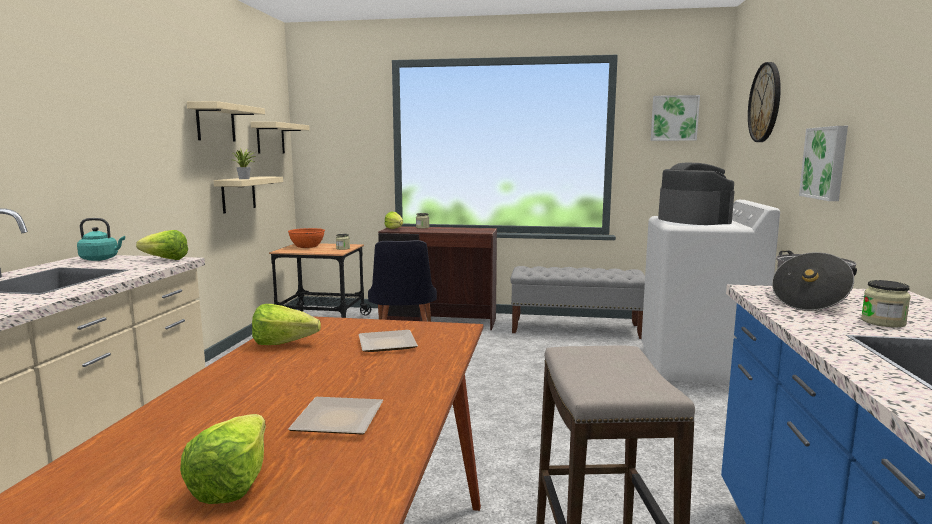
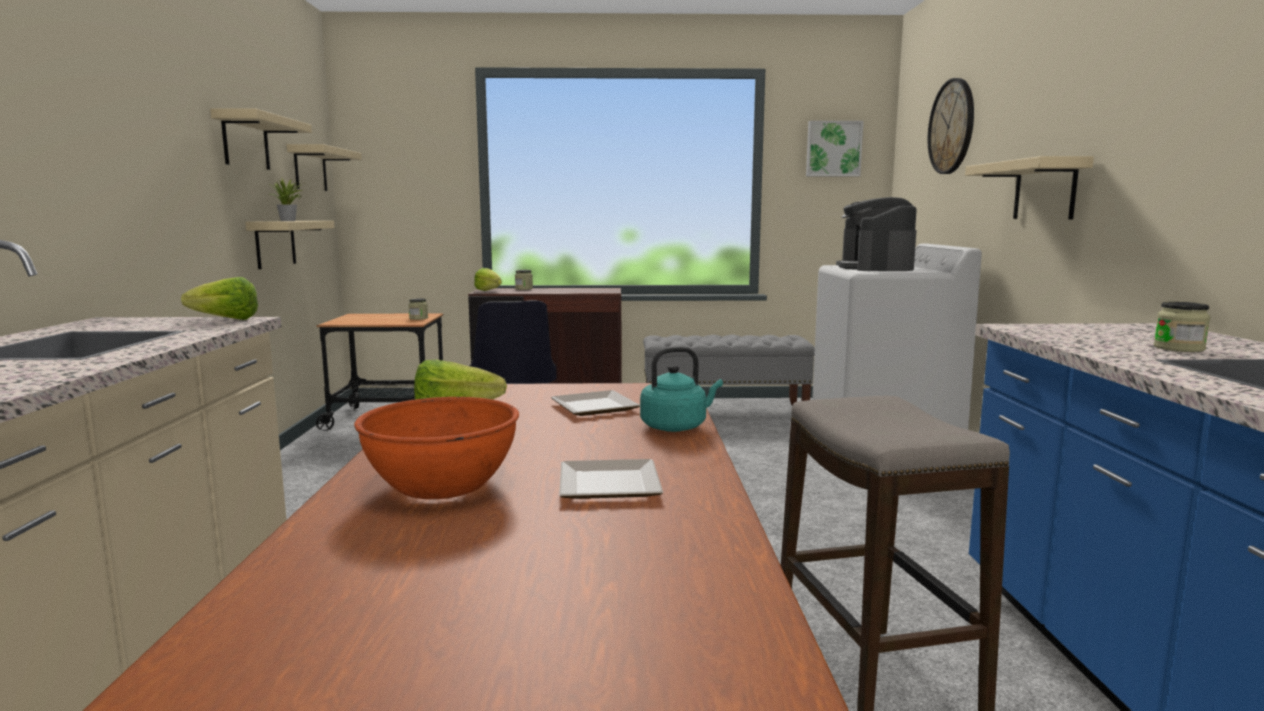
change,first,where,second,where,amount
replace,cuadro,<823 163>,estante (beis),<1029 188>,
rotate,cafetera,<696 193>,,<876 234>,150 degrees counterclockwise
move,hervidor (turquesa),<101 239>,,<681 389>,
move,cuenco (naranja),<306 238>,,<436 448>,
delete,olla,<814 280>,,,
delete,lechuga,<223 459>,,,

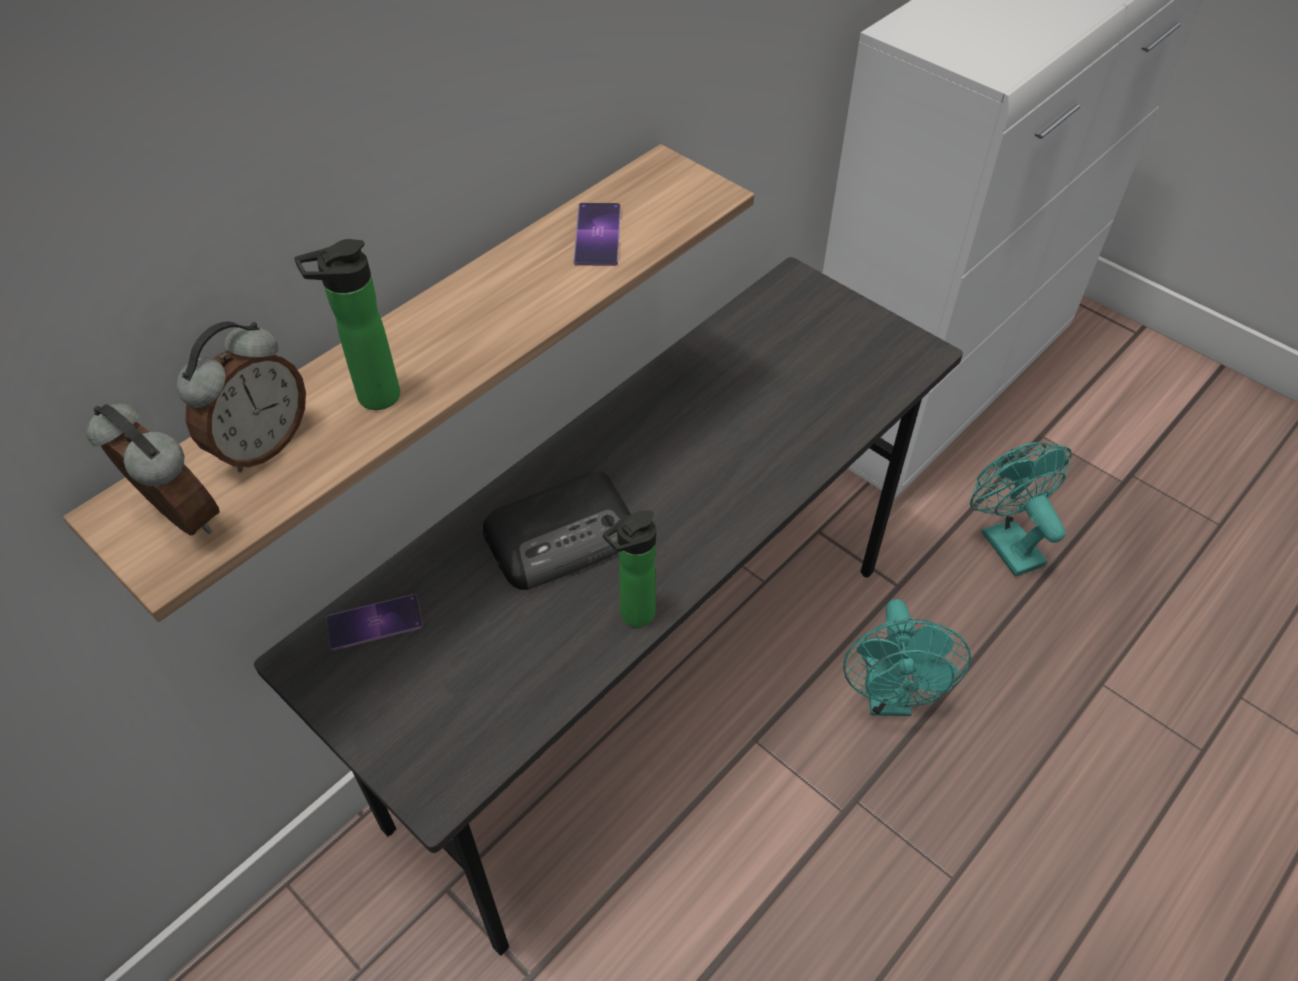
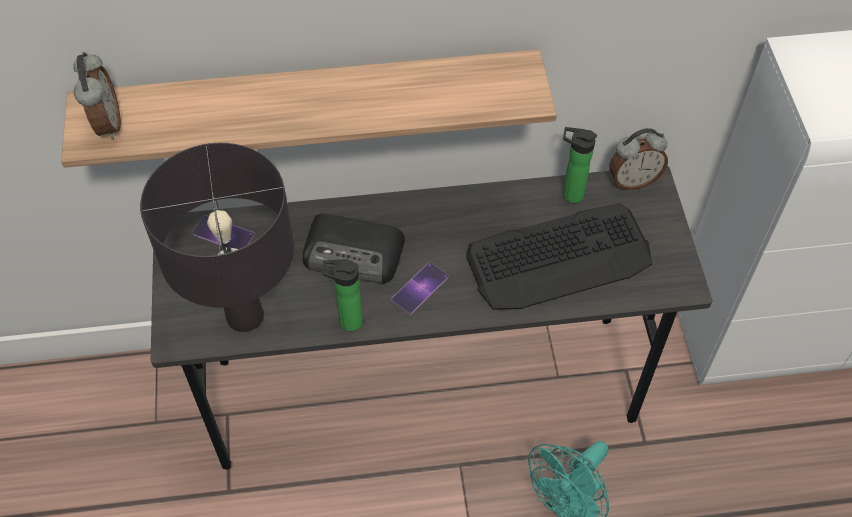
change,first,where,second,where,amount
move,móvil,<597 234>,,<419 288>,
move,botella,<347 324>,,<580 165>,
move,despertador,<241 396>,,<638 159>,
delete,ventilador (turquesa),<1020 509>,,,
insert,,,lámpara de mesa (negro),<217 237>,
insert,,,teclado,<559 256>,

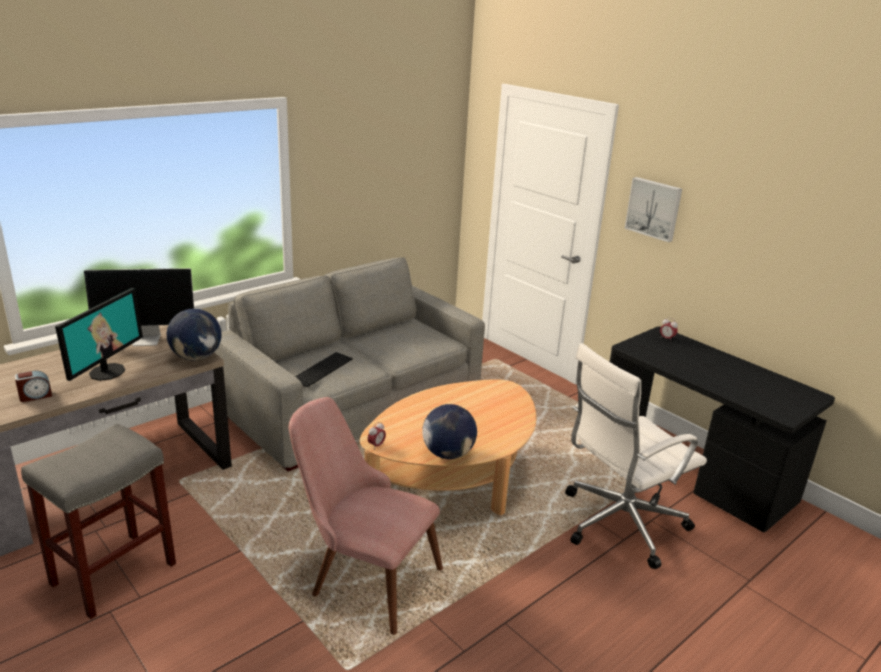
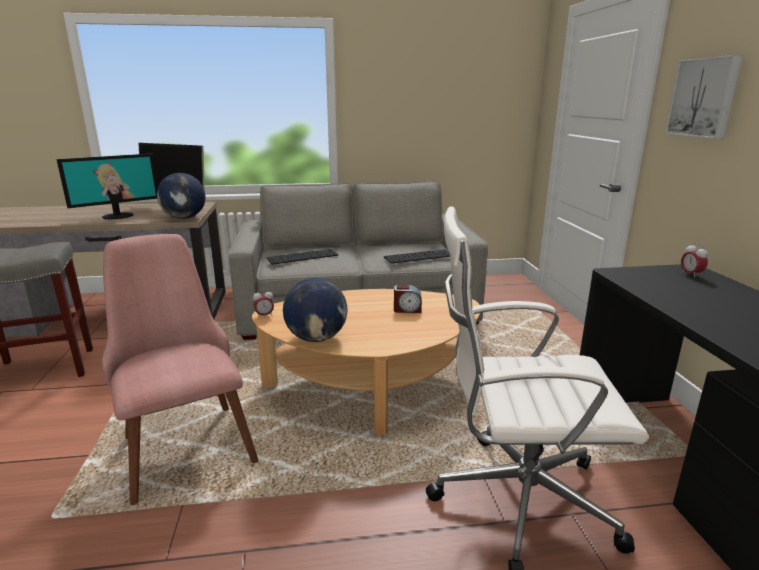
change,first,where,second,where,amount
move,despertador,<33 386>,,<408 299>,
insert,,,teclado,<417 256>,

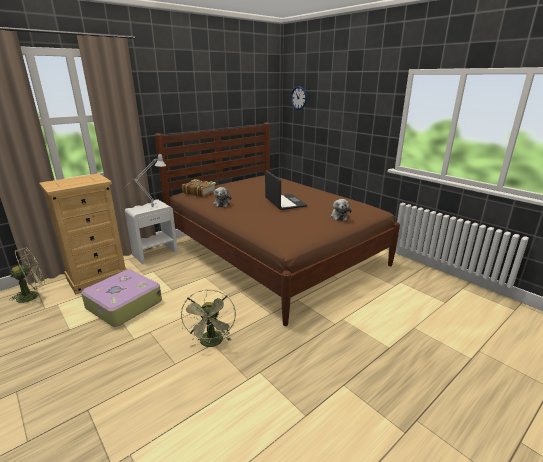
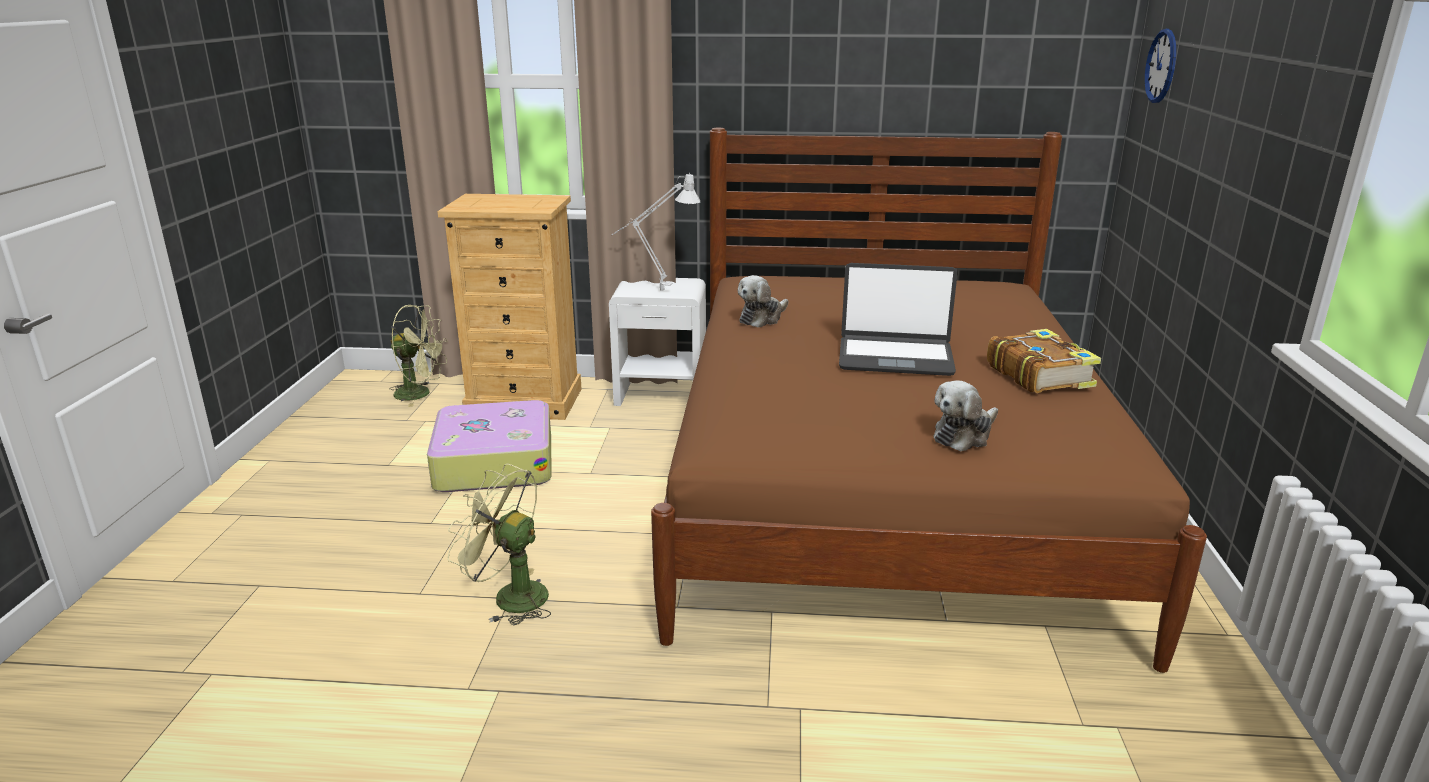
change,first,where,second,where,amount
rotate,portátil,<286 190>,,<898 319>,75 degrees clockwise
move,libro,<199 188>,,<1044 361>,
rotate,ventilador (verde),<208 318>,,<499 544>,75 degrees clockwise

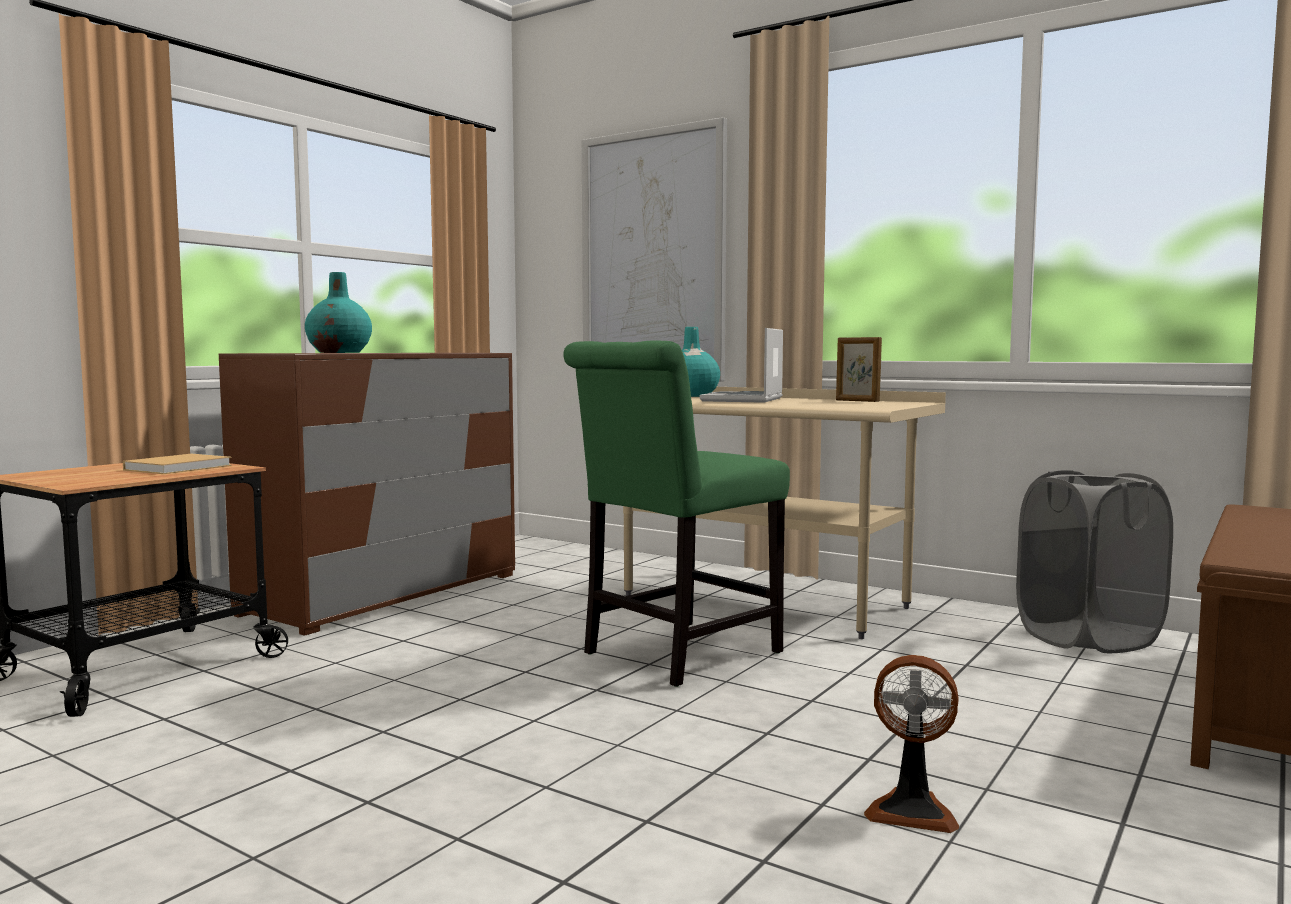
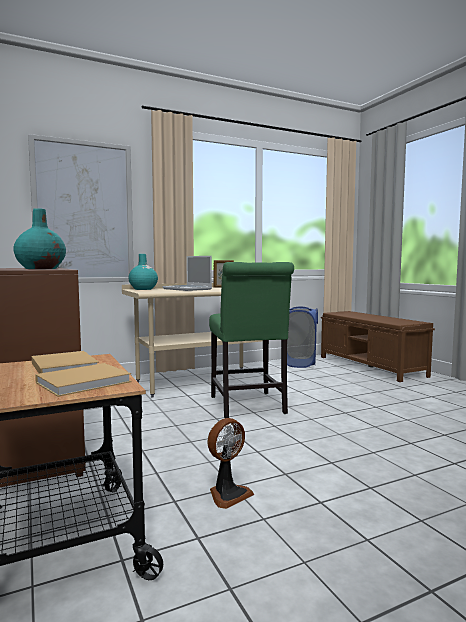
change,first,where,second,where,amount
recolor,cesto de la ropa (gris),<1094 561>,cesto de la ropa (azul),<302 337>,
move,ventilador,<911 744>,,<230 463>,
insert,,,libro (beis),<83 380>,

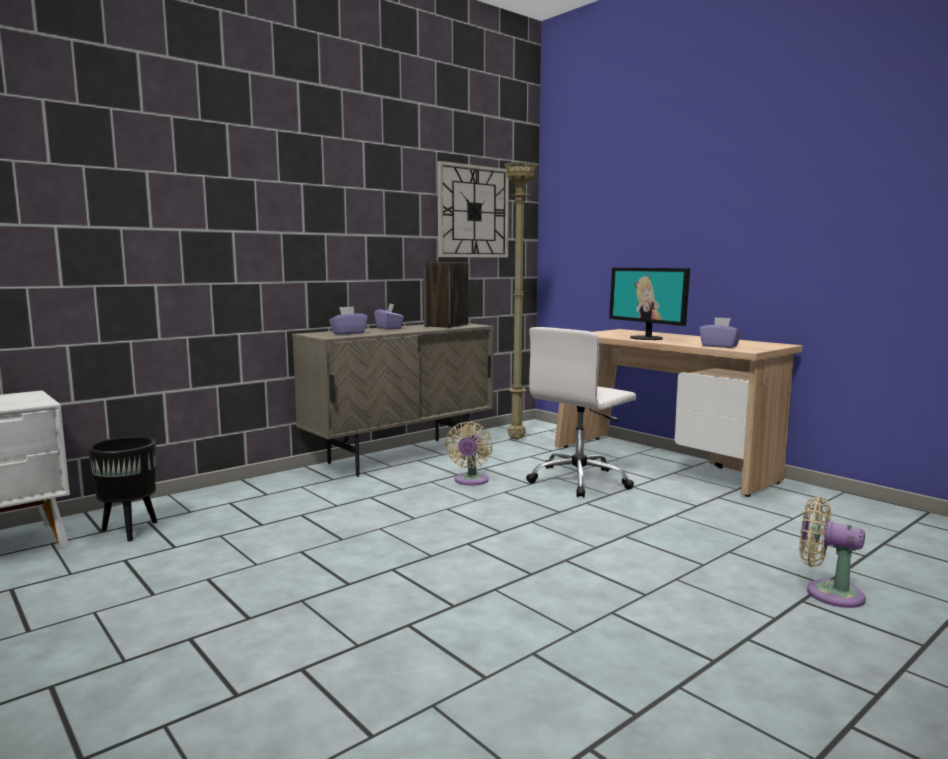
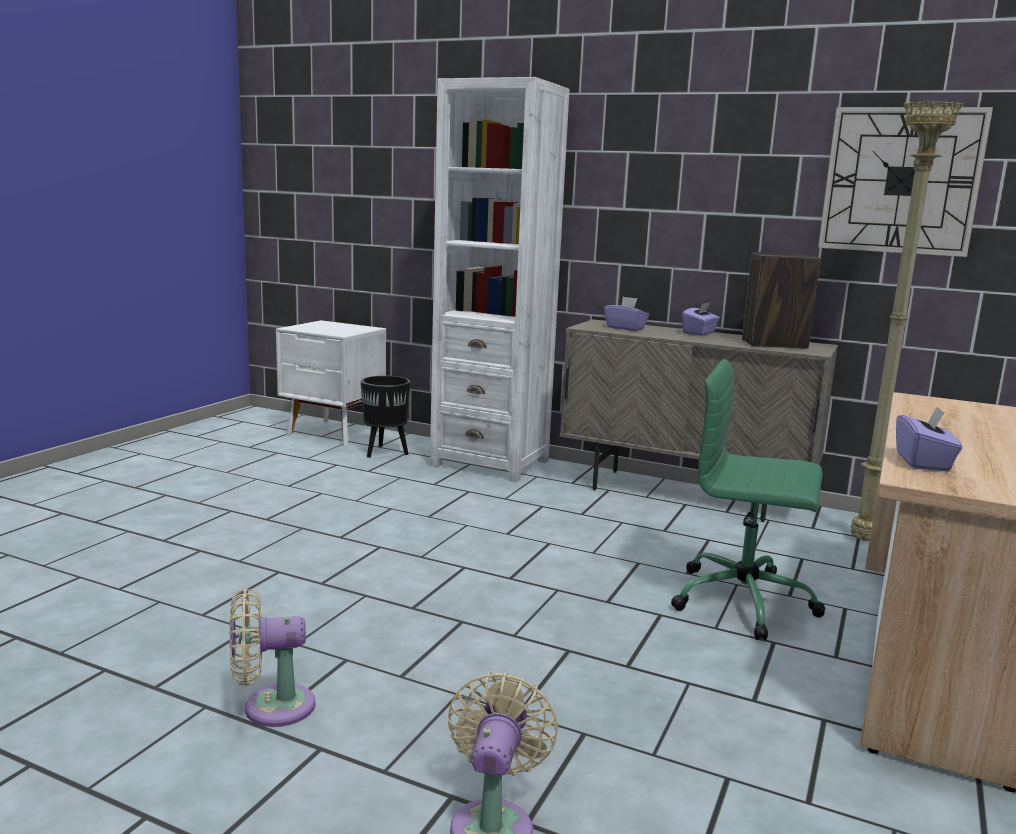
change,first,where,second,where,amount
delete,monitor,<649 304>,,,
recolor,silla de oficina (blanco),<581 412>,silla de oficina (verde),<748 499>,
move,ventilador (beis),<469 453>,,<272 657>,
insert,,,estantería (blanco),<500 280>,

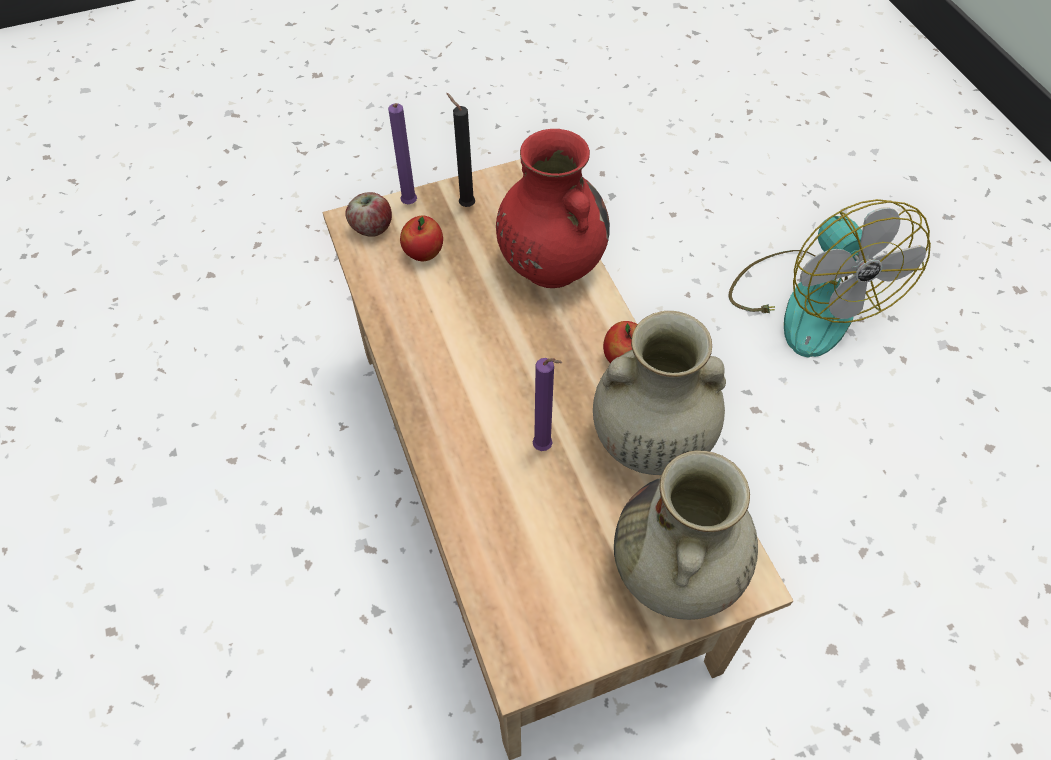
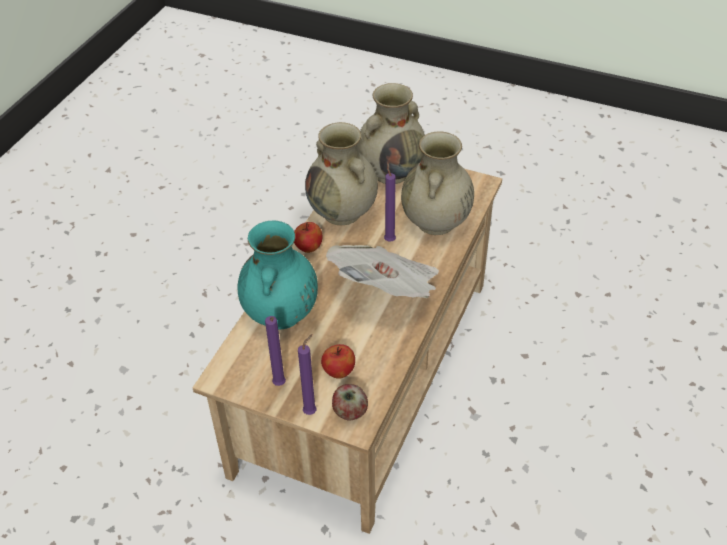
change,first,where,second,where,amount
recolor,vela (negro),<460 150>,vela (morado),<275 351>,
recolor,florero (rojo),<553 208>,florero (turquesa),<277 275>,
delete,ventilador,<830 278>,,,
insert,,,florero (beis),<437 183>,
insert,,,periódico,<382 271>,

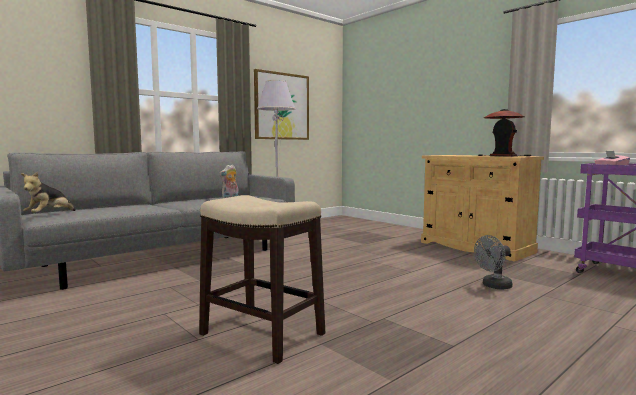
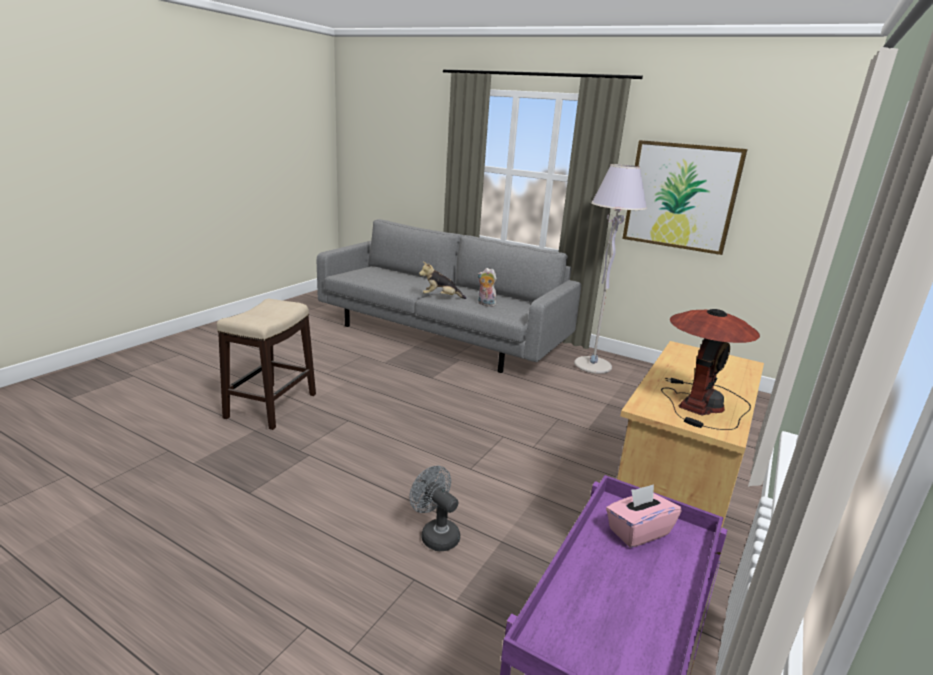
change,first,where,second,where,amount
move,peluche,<48 192>,,<443 280>,

